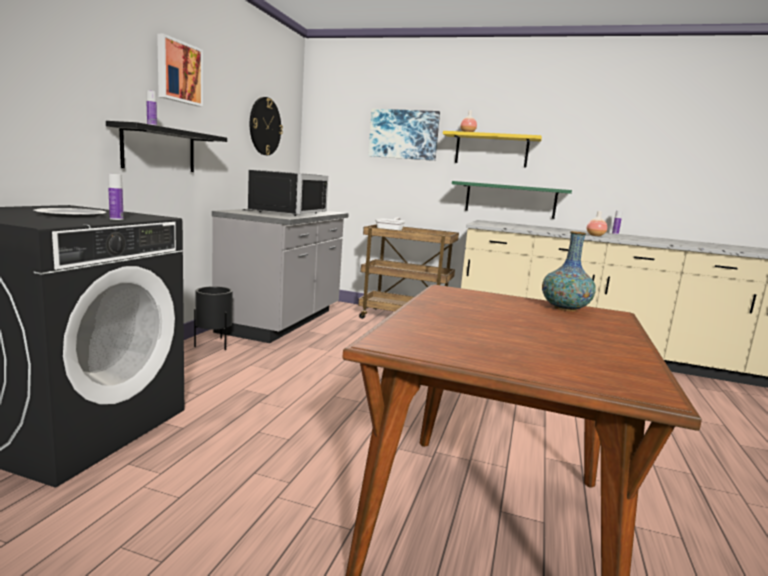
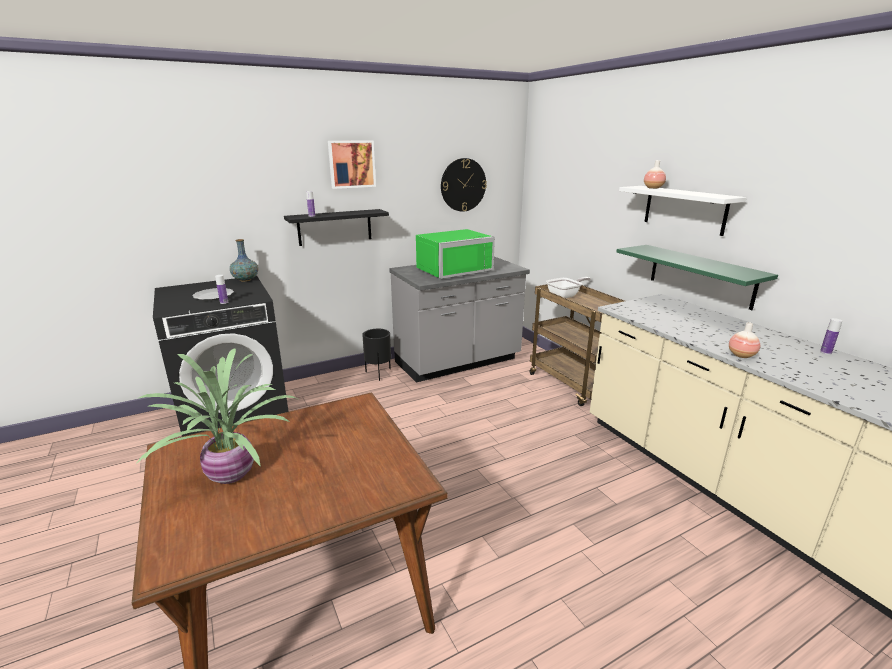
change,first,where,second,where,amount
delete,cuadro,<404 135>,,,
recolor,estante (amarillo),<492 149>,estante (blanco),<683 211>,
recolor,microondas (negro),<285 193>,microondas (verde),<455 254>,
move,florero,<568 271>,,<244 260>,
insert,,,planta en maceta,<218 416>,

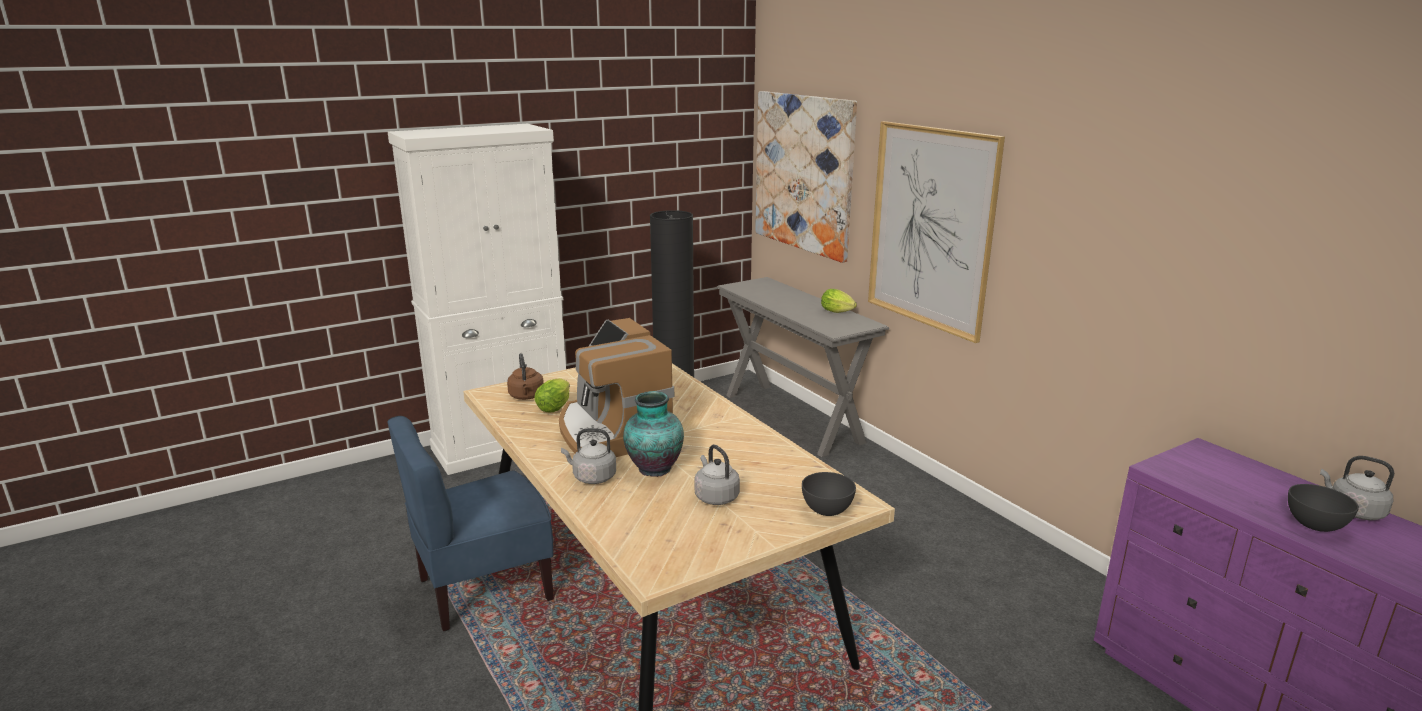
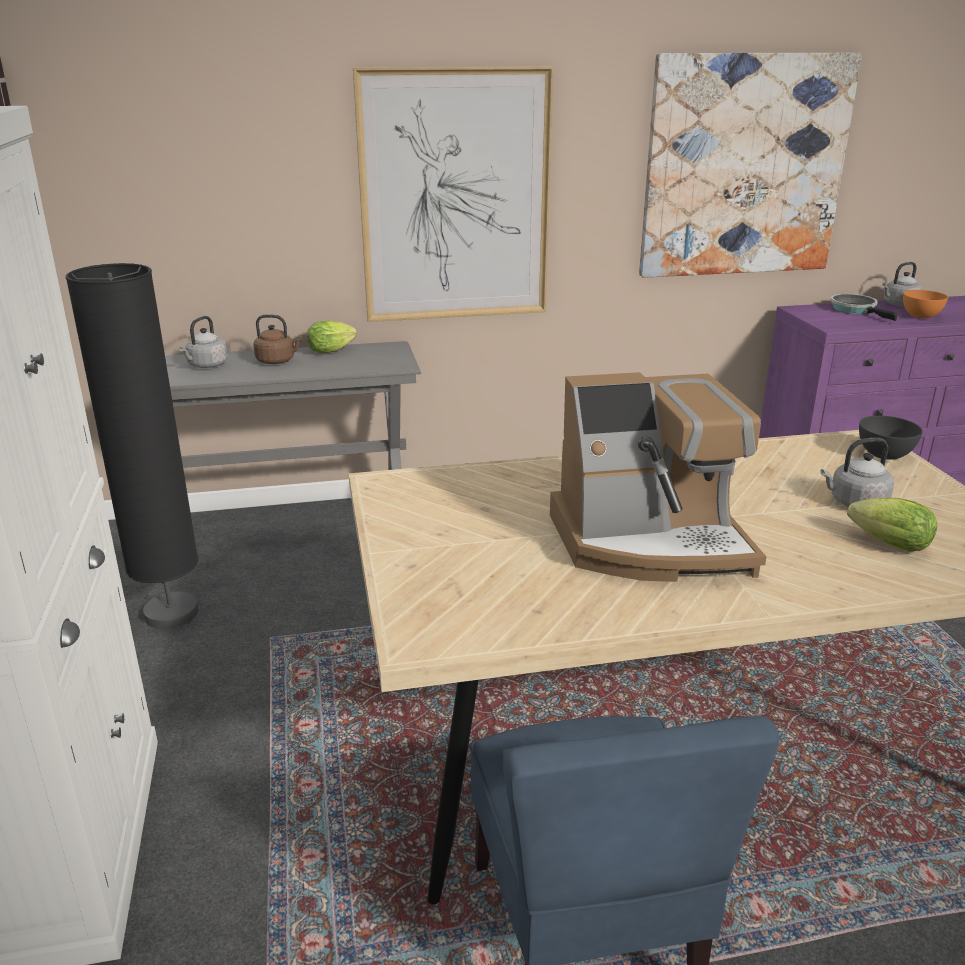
change,first,where,second,where,amount
move,cuadro,<806 177>,,<750 165>,
move,hervidor (marrón),<525 376>,,<278 339>,
move,lechuga,<552 395>,,<892 524>,
delete,florero,<653 434>,,,
move,hervidor (gris),<588 456>,,<203 342>,
recolor,cuenco (gris),<1323 508>,cuenco (naranja),<925 304>,
insert,,,sartén,<864 307>,

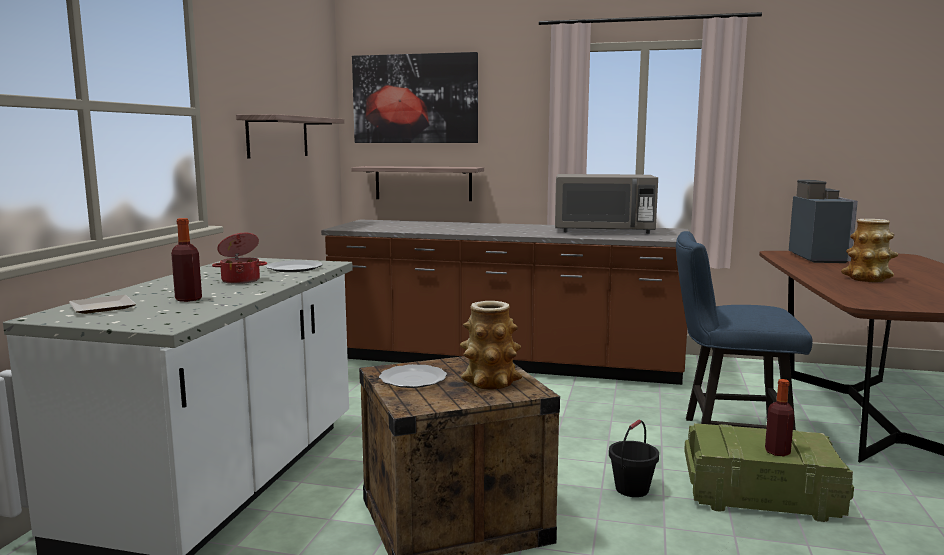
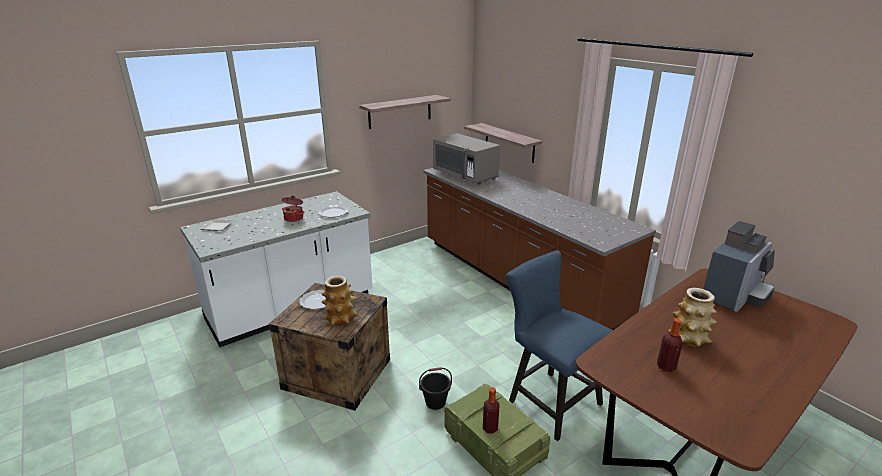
change,first,where,second,where,amount
delete,cuadro,<415 97>,,,
move,microondas (gris),<606 204>,,<466 158>,
move,botella,<186 260>,,<670 345>,

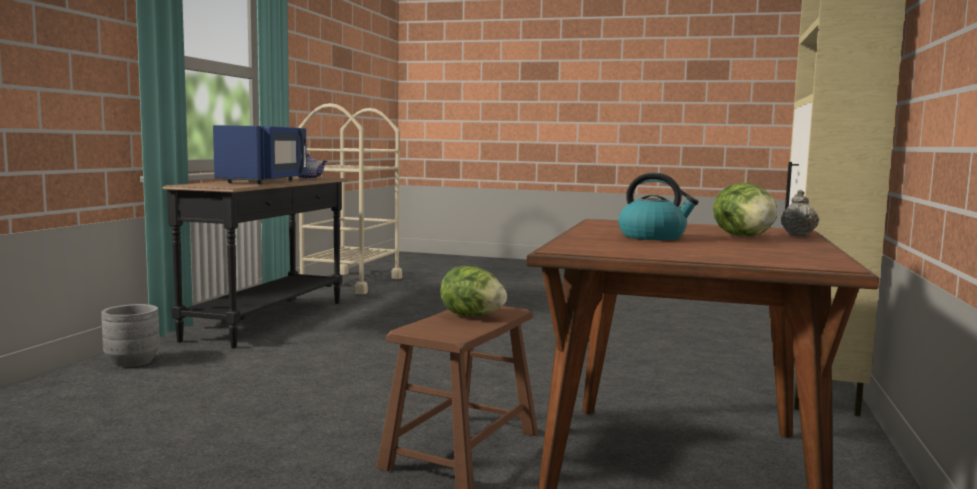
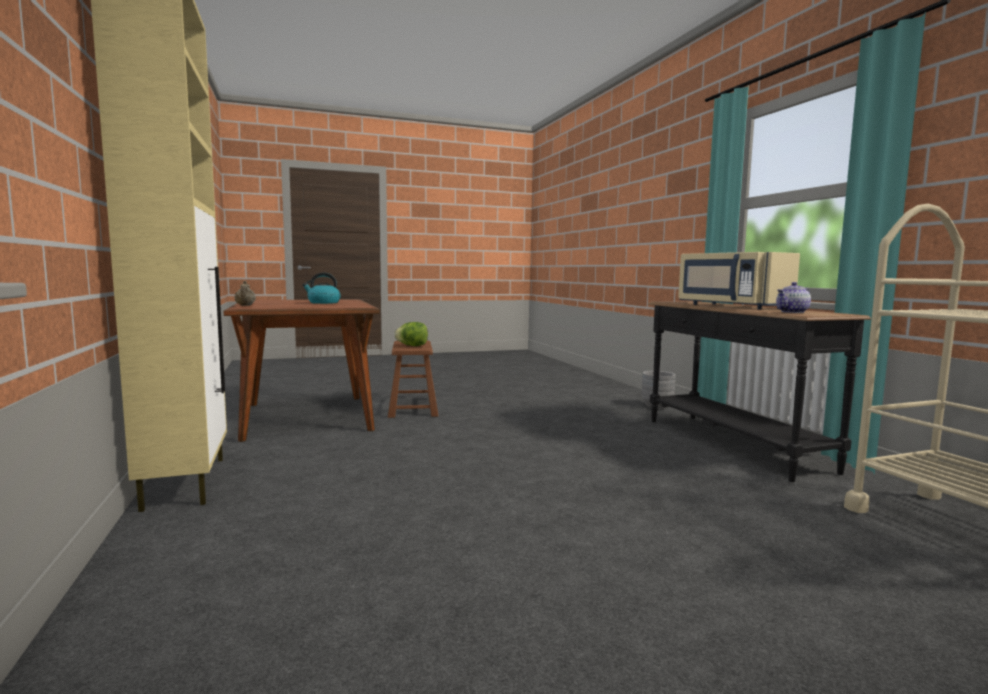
change,first,where,second,where,amount
recolor,microondas (azul),<260 154>,microondas (beis),<739 281>,
delete,lechuga,<745 210>,,,

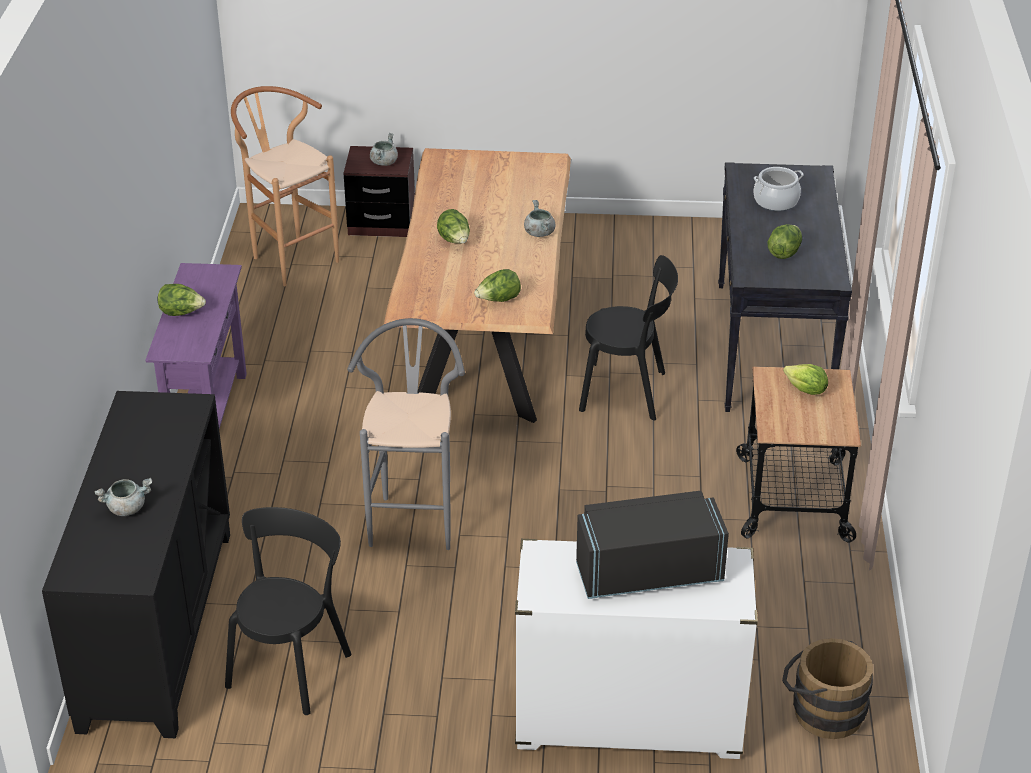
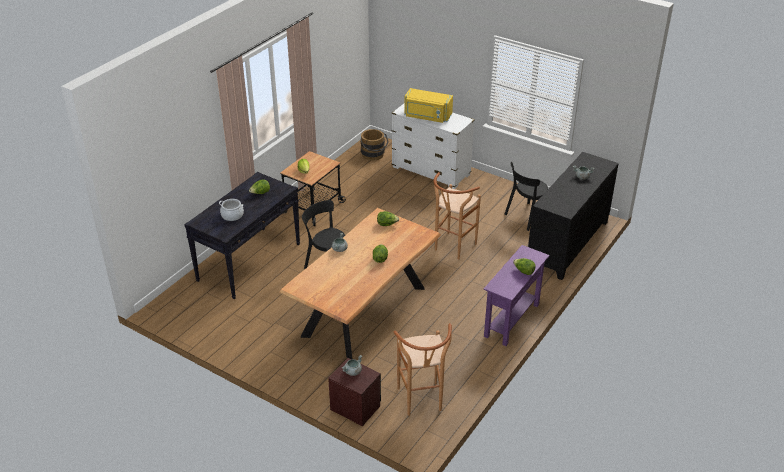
change,first,where,second,where,amount
recolor,taburete (gris),<406 434>,taburete (marrón),<457 216>,
recolor,microondas (negro),<652 545>,microondas (amarillo),<428 105>,

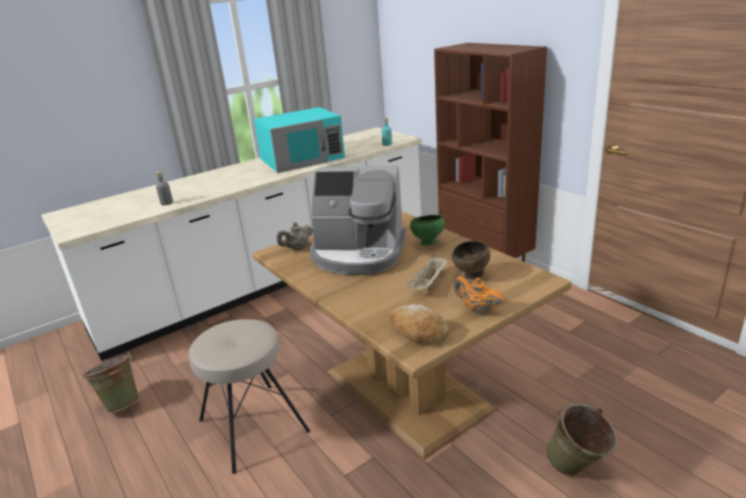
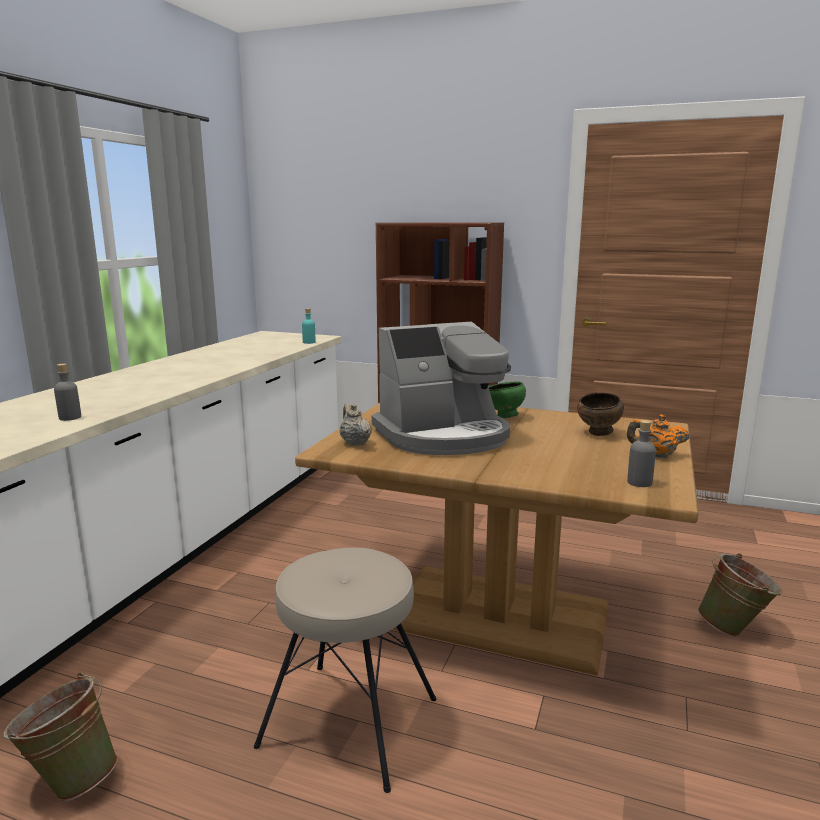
change,first,where,second,where,amount
delete,microondas (turquesa),<299 140>,,,
rotate,tetera (beis),<295 236>,,<356 425>,135 degrees clockwise
delete,bandeja (beis),<428 272>,,,
replace,pan,<419 324>,botella (gris),<641 453>,

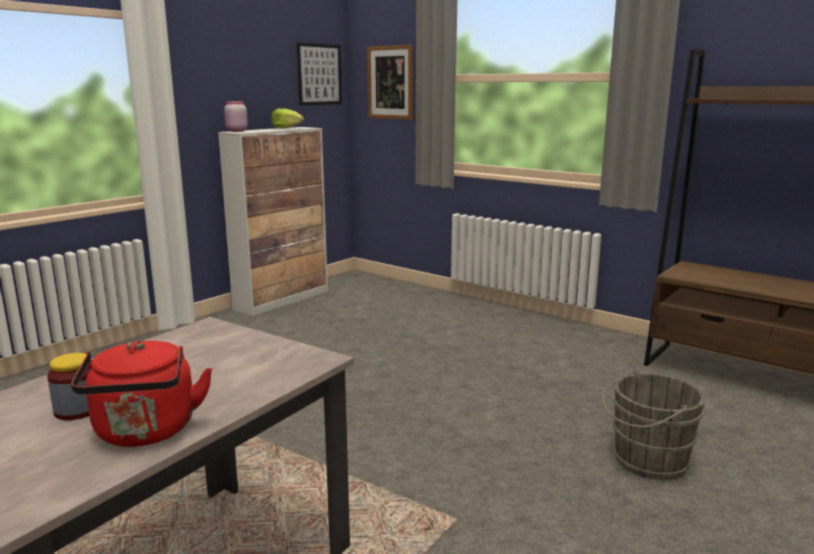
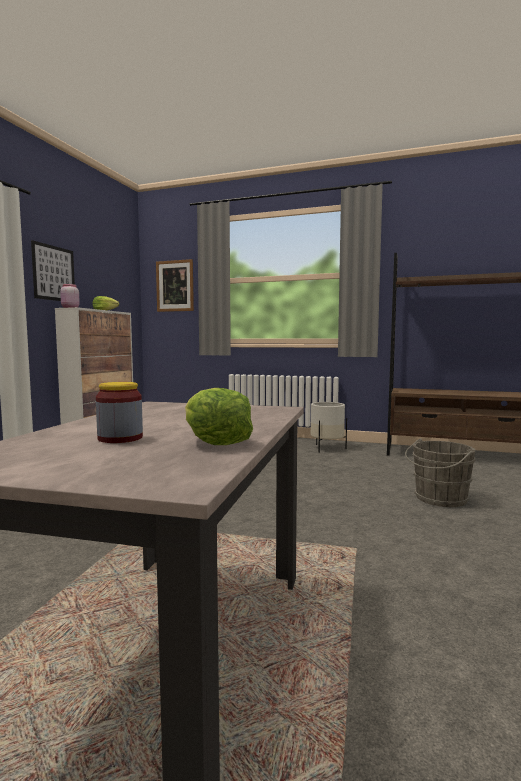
change,first,where,second,where,amount
move,cuadro,<319 74>,,<53 270>,
replace,hervidor (rojo),<141 394>,lechuga,<219 416>,
insert,,,maceta (blanco),<329 427>,

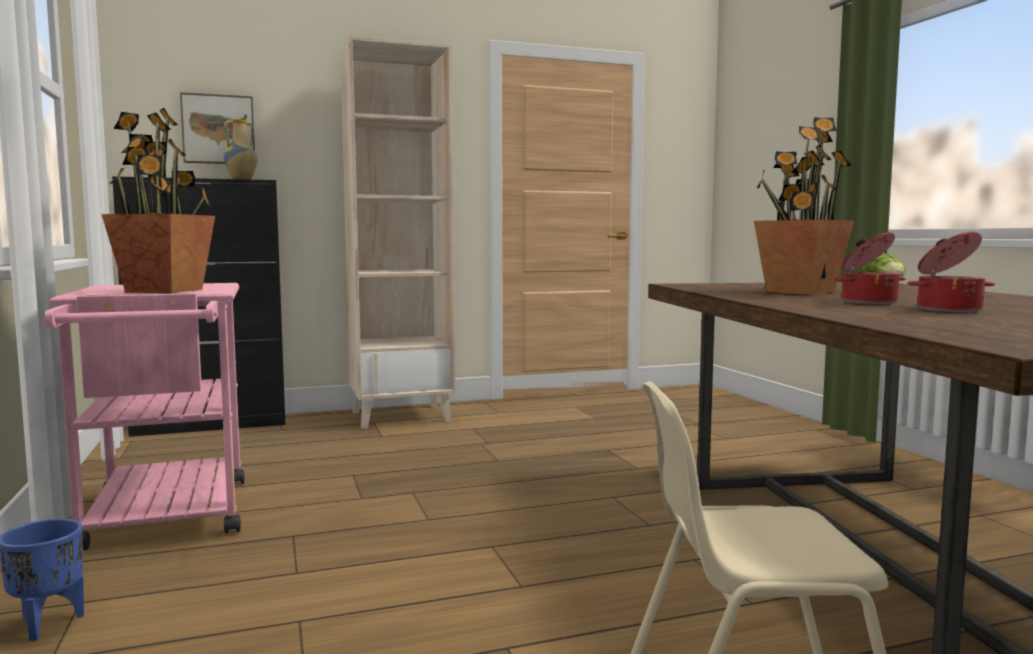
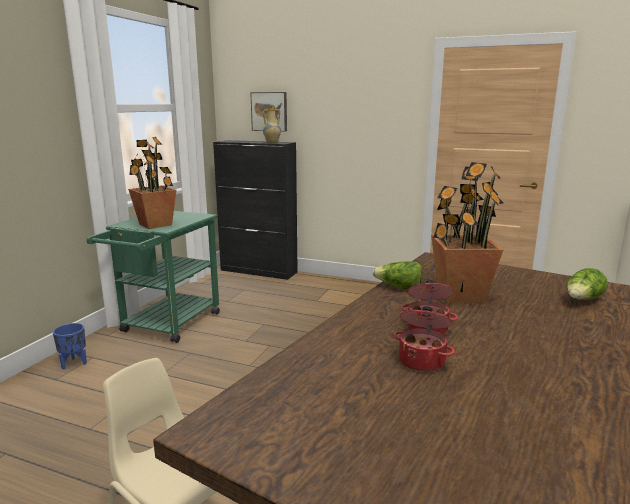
change,first,where,second,where,amount
delete,estantería (beis),<397 232>,,,
recolor,carrito (rosa),<145 416>,carrito (verde),<153 277>,
insert,,,lechuga,<397 275>,

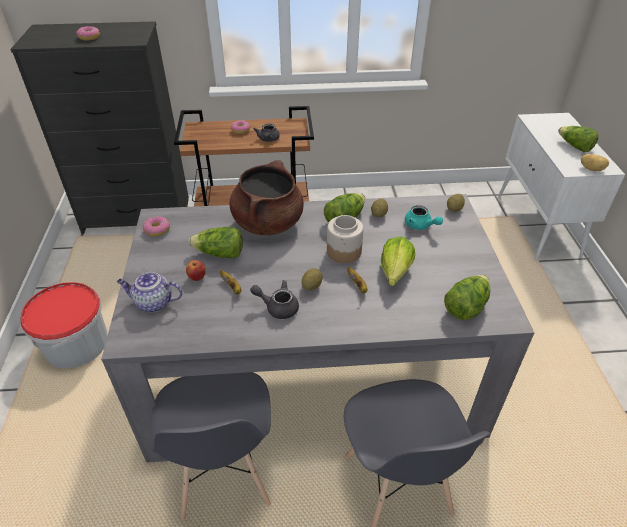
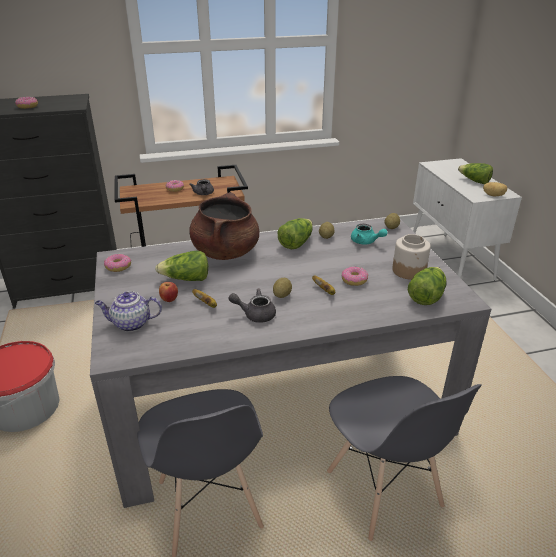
change,first,where,second,where,amount
move,tarro,<345 239>,,<411 257>,
replace,lechuga,<398 261>,rosquilla,<355 276>,

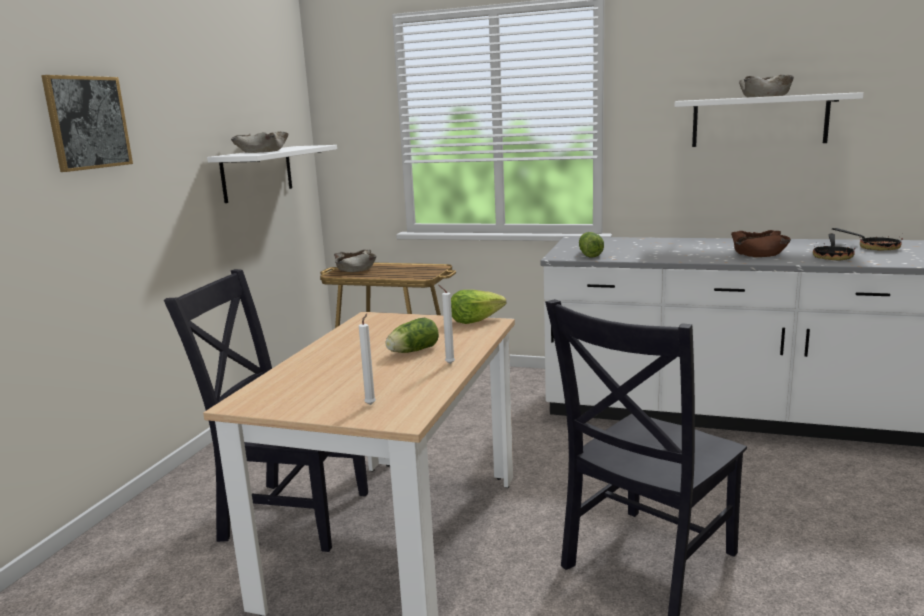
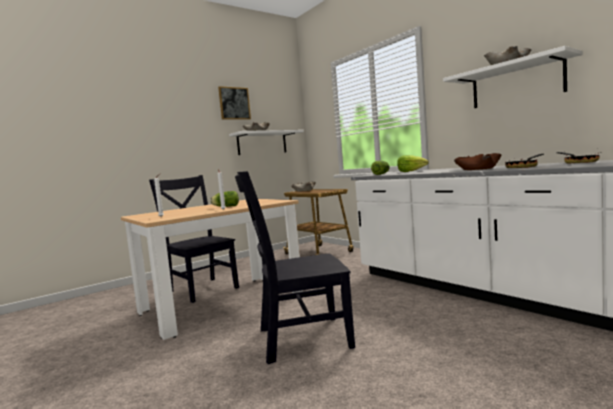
change,first,where,second,where,amount
move,cuadro,<87 123>,,<234 103>,
move,lechuga,<478 307>,,<413 163>,

